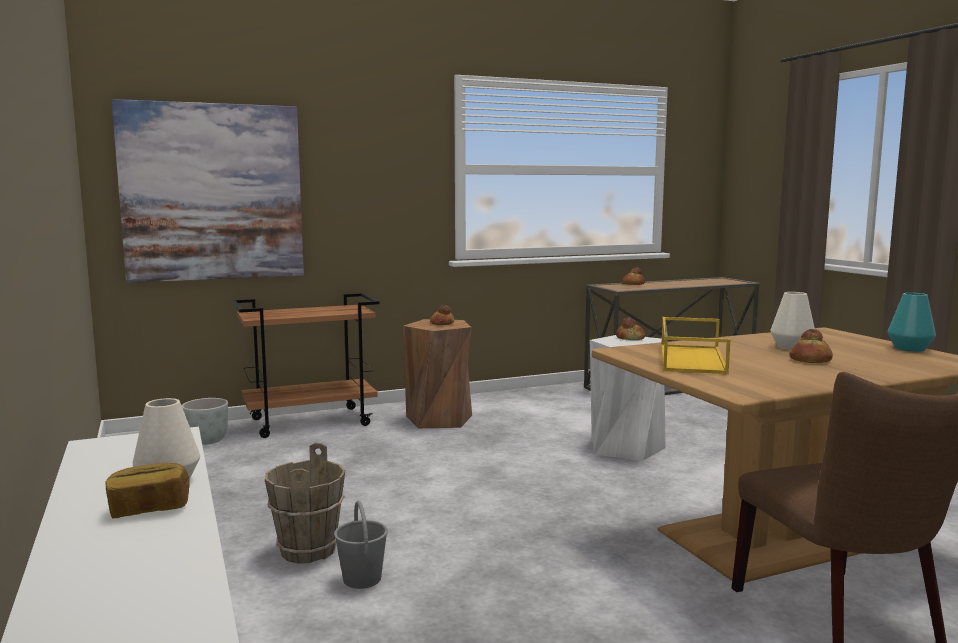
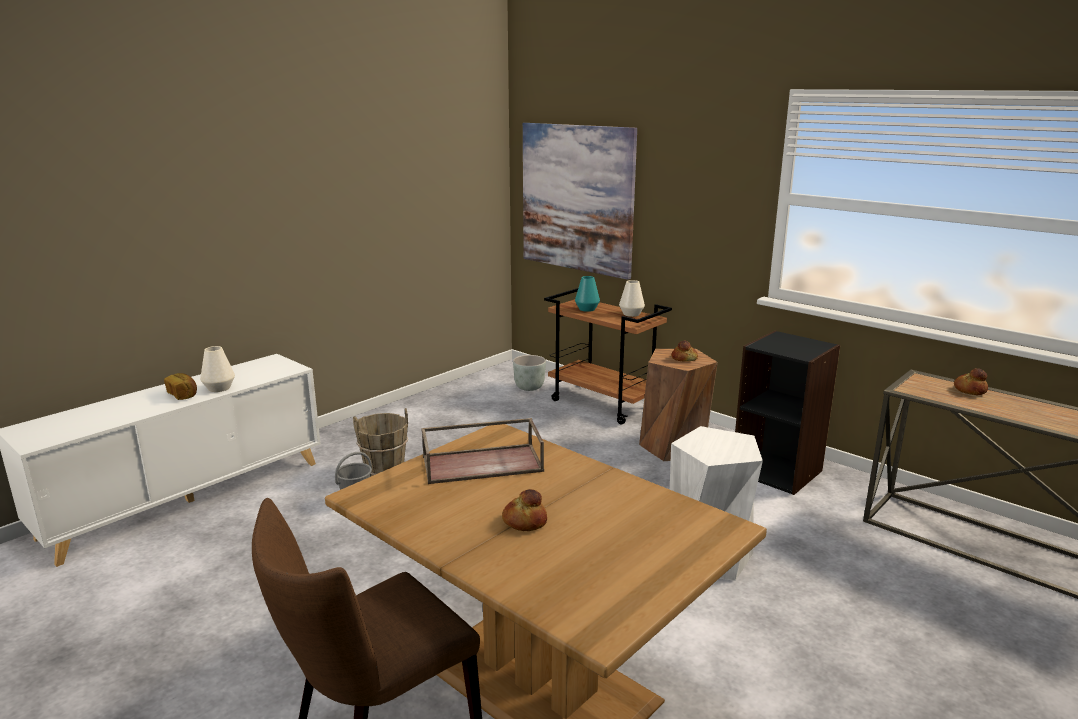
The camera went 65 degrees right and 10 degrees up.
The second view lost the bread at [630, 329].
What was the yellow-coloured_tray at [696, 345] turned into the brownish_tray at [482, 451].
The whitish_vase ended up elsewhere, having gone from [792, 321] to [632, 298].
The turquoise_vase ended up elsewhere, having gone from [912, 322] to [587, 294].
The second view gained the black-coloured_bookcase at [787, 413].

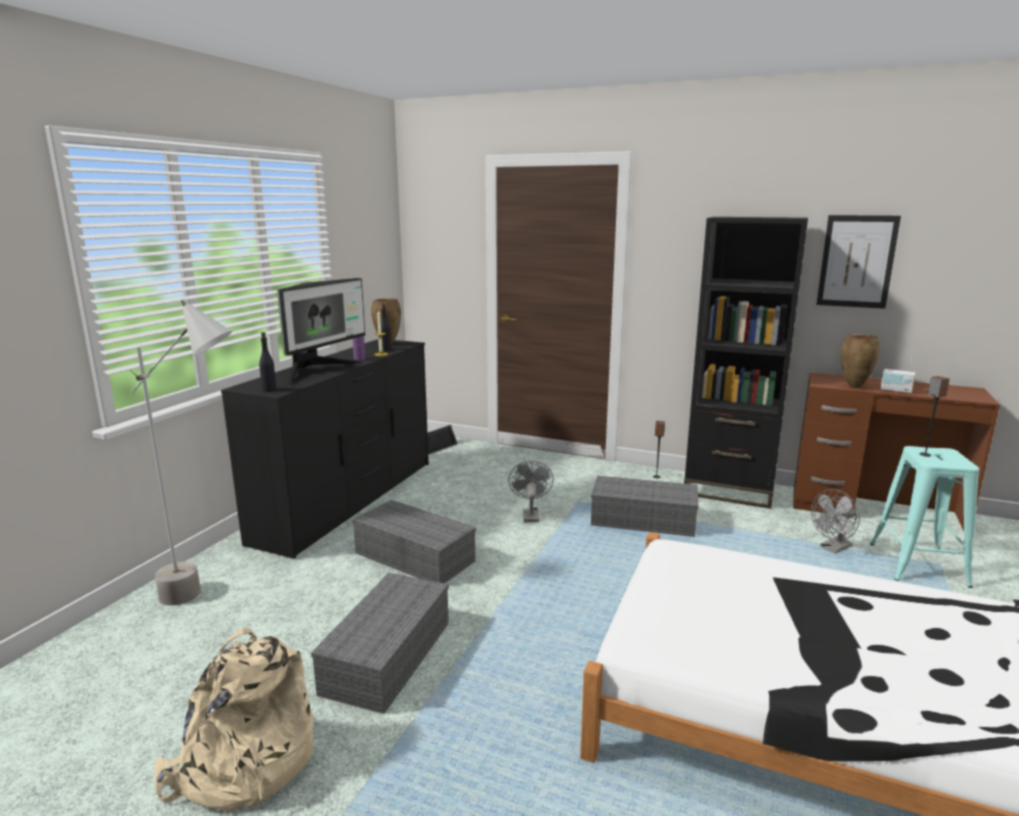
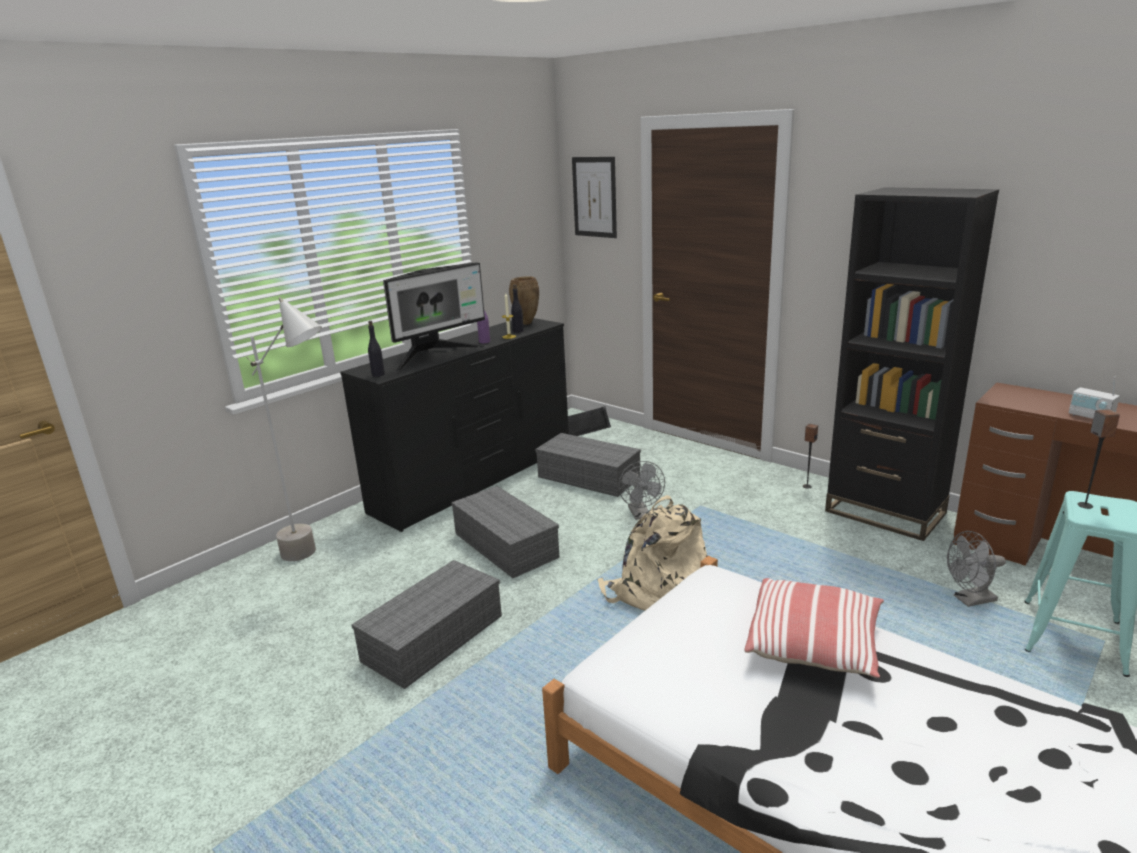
The camera went 20 degrees right and 5 degrees up.
The beige-coloured_backpack ended up elsewhere, having gone from [234, 720] to [652, 553].
The grey_cooling_fan at [531, 491] ended up facing another way, 150 degrees clockwise from before.
The grey_storage_container ended up elsewhere, having gone from [644, 506] to [588, 465].
The wall_picture ended up elsewhere, having gone from [858, 262] to [594, 197].
The second view lost the brownish_vase at [860, 361].
The second view gained the pillow at [814, 628].

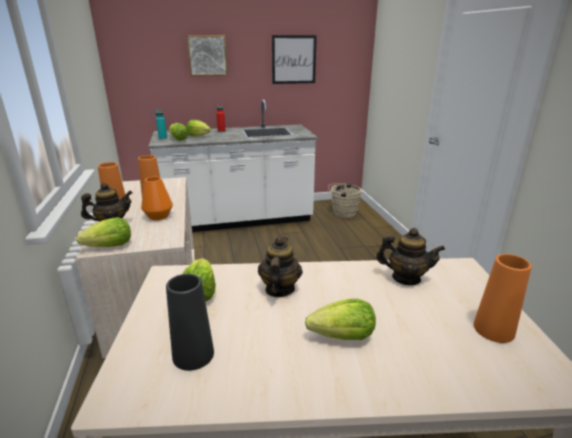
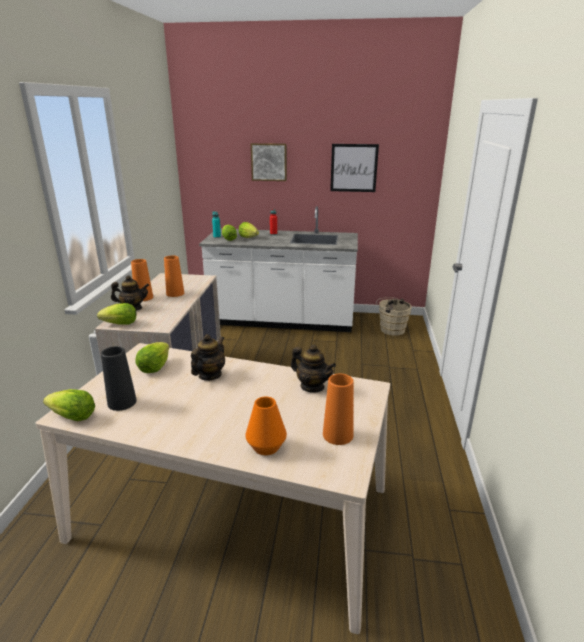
The camera went 20 degrees right and 0 degrees up.
The orange_vase ended up elsewhere, having gone from [157, 198] to [266, 425].
The head_of_lettuce ended up elsewhere, having gone from [340, 319] to [69, 405].

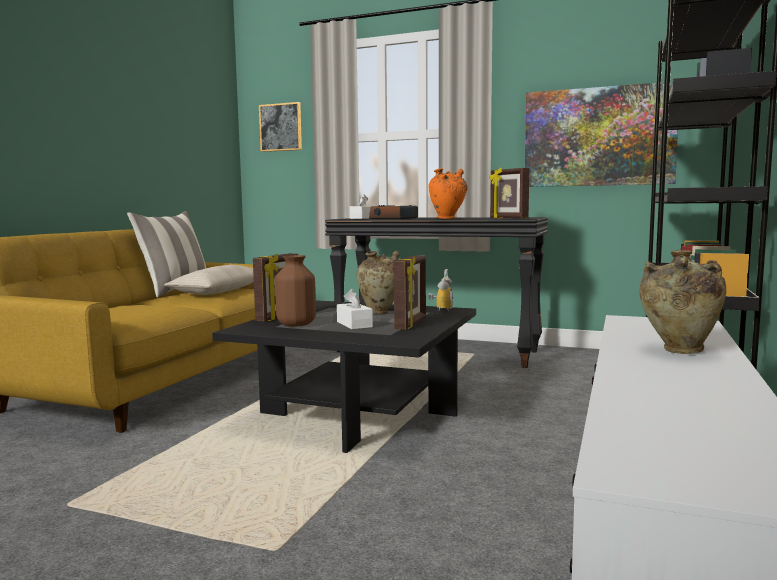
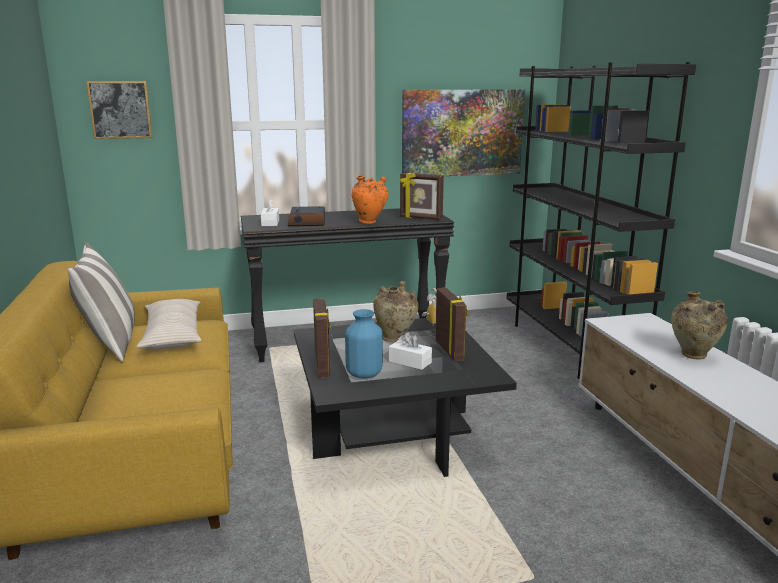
The camera went 35 degrees left and 10 degrees up.
What was the brownish_vase at [295, 290] turned into the blue_vase at [364, 343].

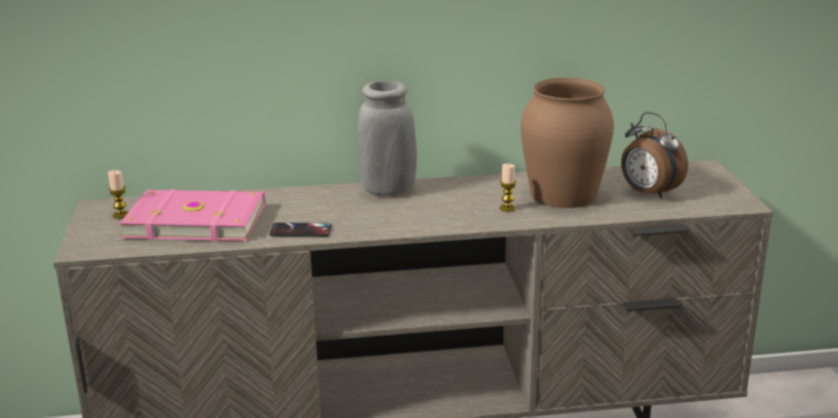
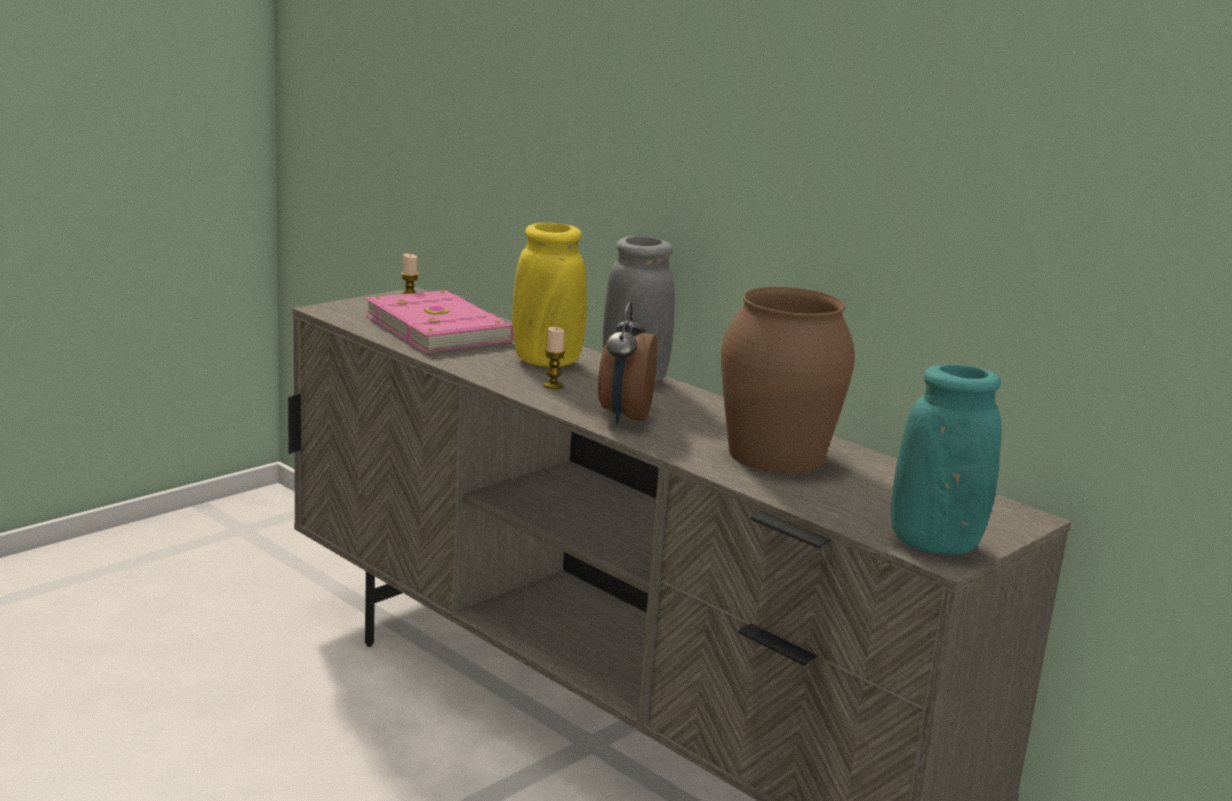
The camera went 50 degrees right and 5 degrees down.
The second view lost the handset at [300, 230].
The wax_candle ended up elsewhere, having gone from [508, 188] to [554, 358].
The bedside_clock ended up elsewhere, having gone from [654, 155] to [627, 363].
The second view gained the yellow-coloured_vase at [549, 295].
The second view gained the turquoise_vase at [946, 459].

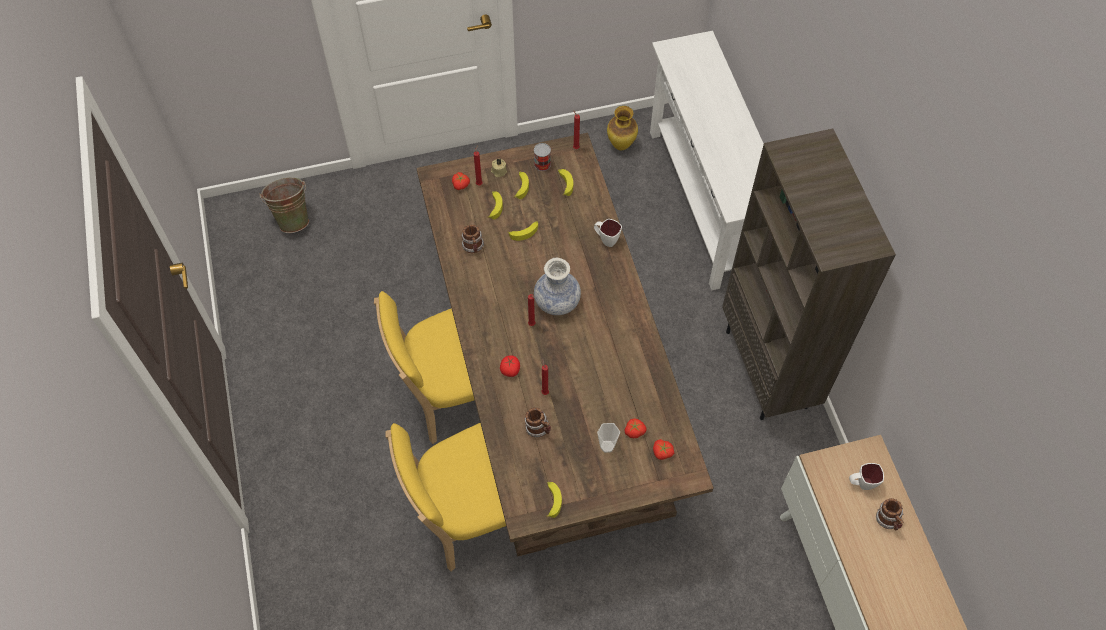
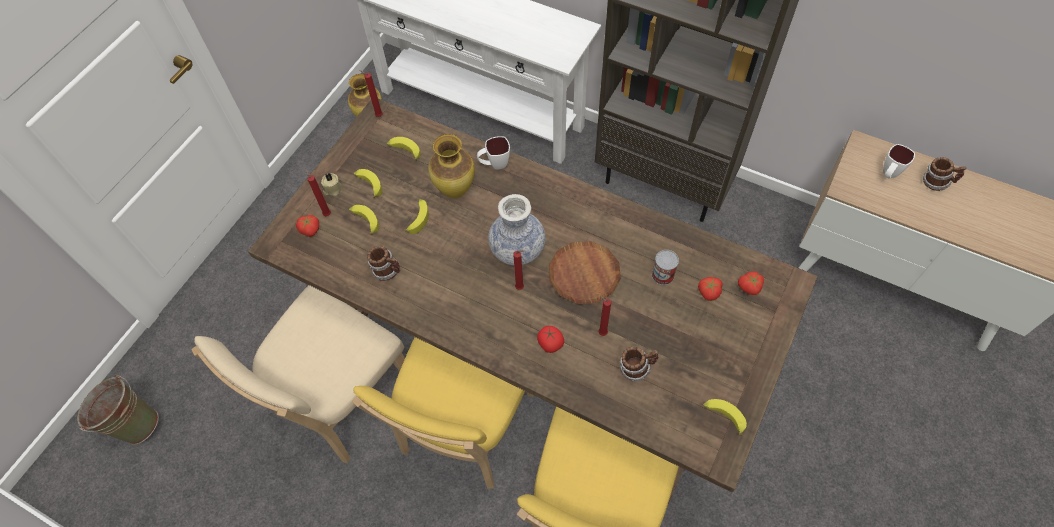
The camera went 45 degrees left and 0 degrees up.
The metal_can ended up elsewhere, having gone from [542, 157] to [665, 267].
The second view lost the small_cup at [608, 438].
The second view gained the beige-coloured_upright_chair at [298, 374].
The second view gained the vase at [451, 166].
The second view gained the brownish_flat_dish at [585, 272].

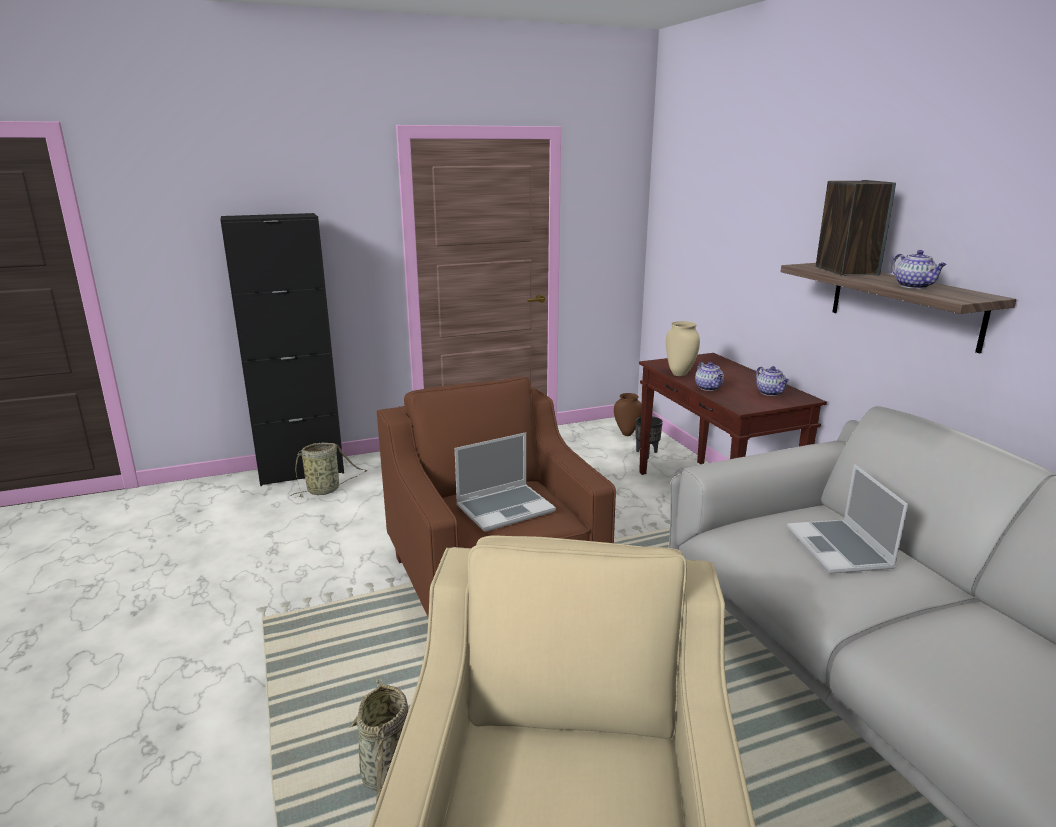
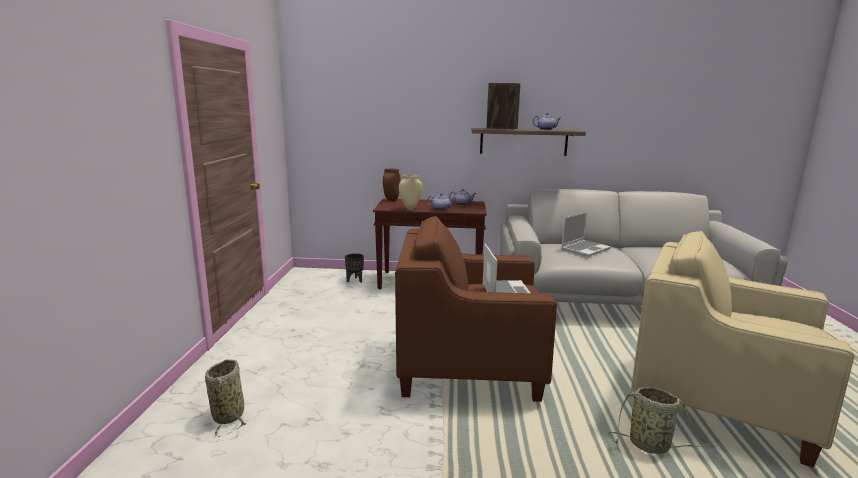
The camera went 65 degrees left and 5 degrees down.
The second view lost the black-coloured_cupboard at [282, 349].
The brownish_vase ended up elsewhere, having gone from [628, 414] to [392, 185].
The laptop at [847, 519] ended up facing another way, 60 degrees counterclockwise from before.

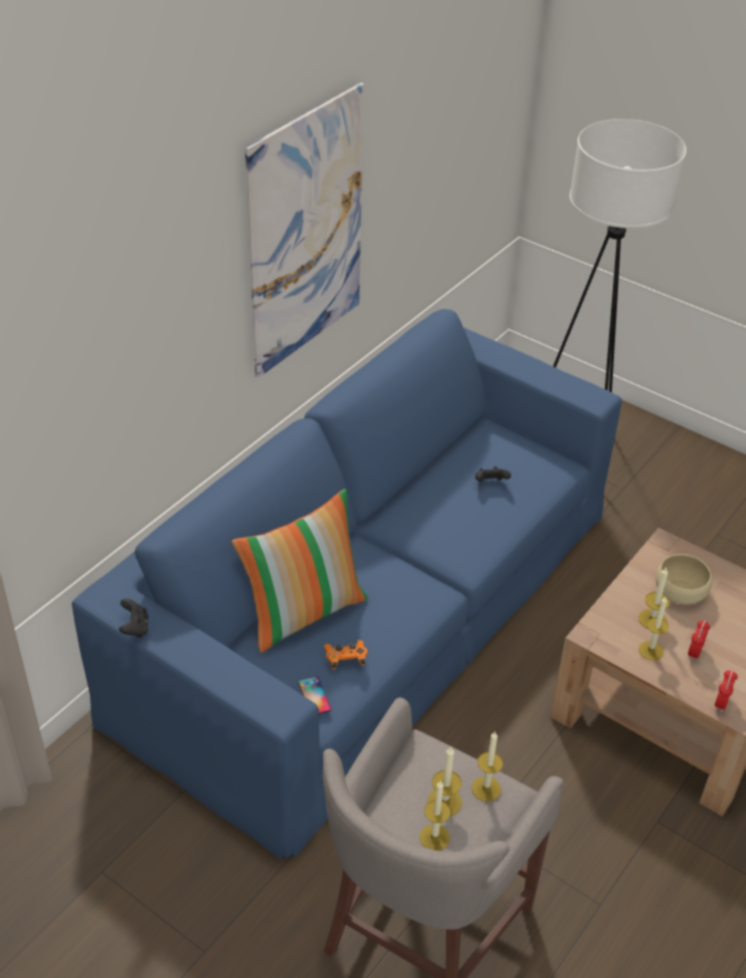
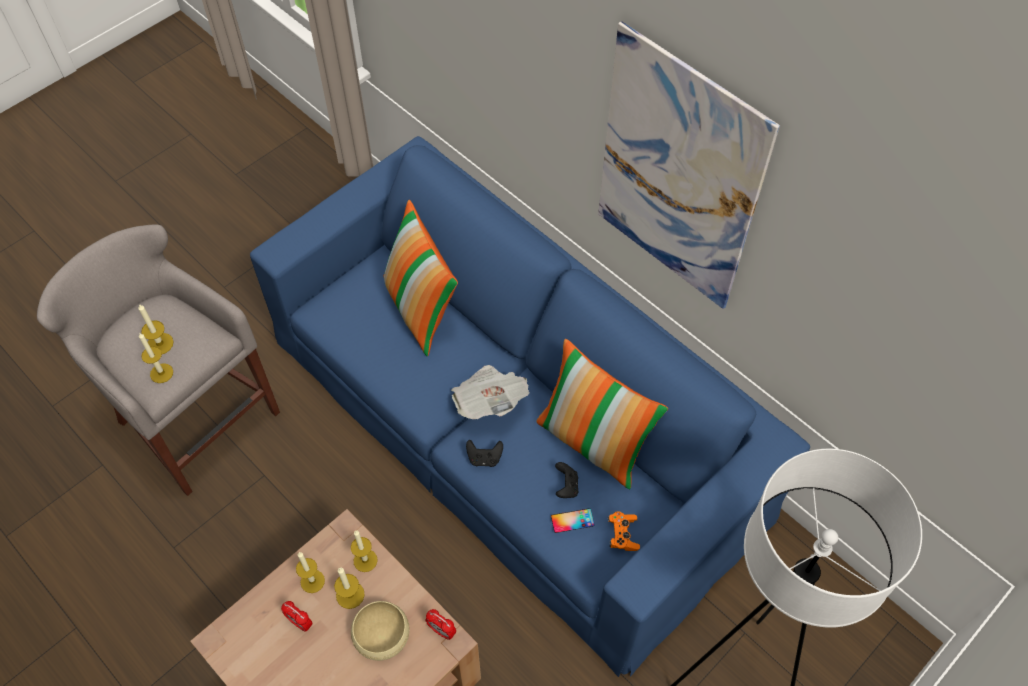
The camera went 100 degrees right and 15 degrees up.
The black-coloured_game_controller ended up elsewhere, having gone from [133, 618] to [484, 453].
The handset ended up elsewhere, having gone from [314, 695] to [573, 520].
The orange_game_controller ended up elsewhere, having gone from [345, 654] to [624, 531].
The wax_candle ended up elsewhere, having gone from [435, 816] to [364, 551].
The bedside_clock ended up elsewhere, having gone from [726, 690] to [440, 624].
The second view gained the newspaper at [490, 392].
The second view gained the pillow at [602, 414].

